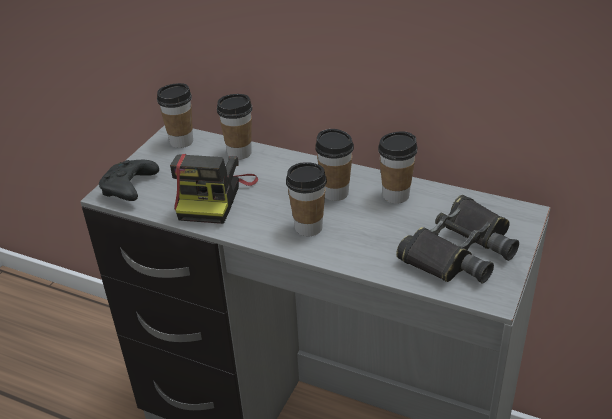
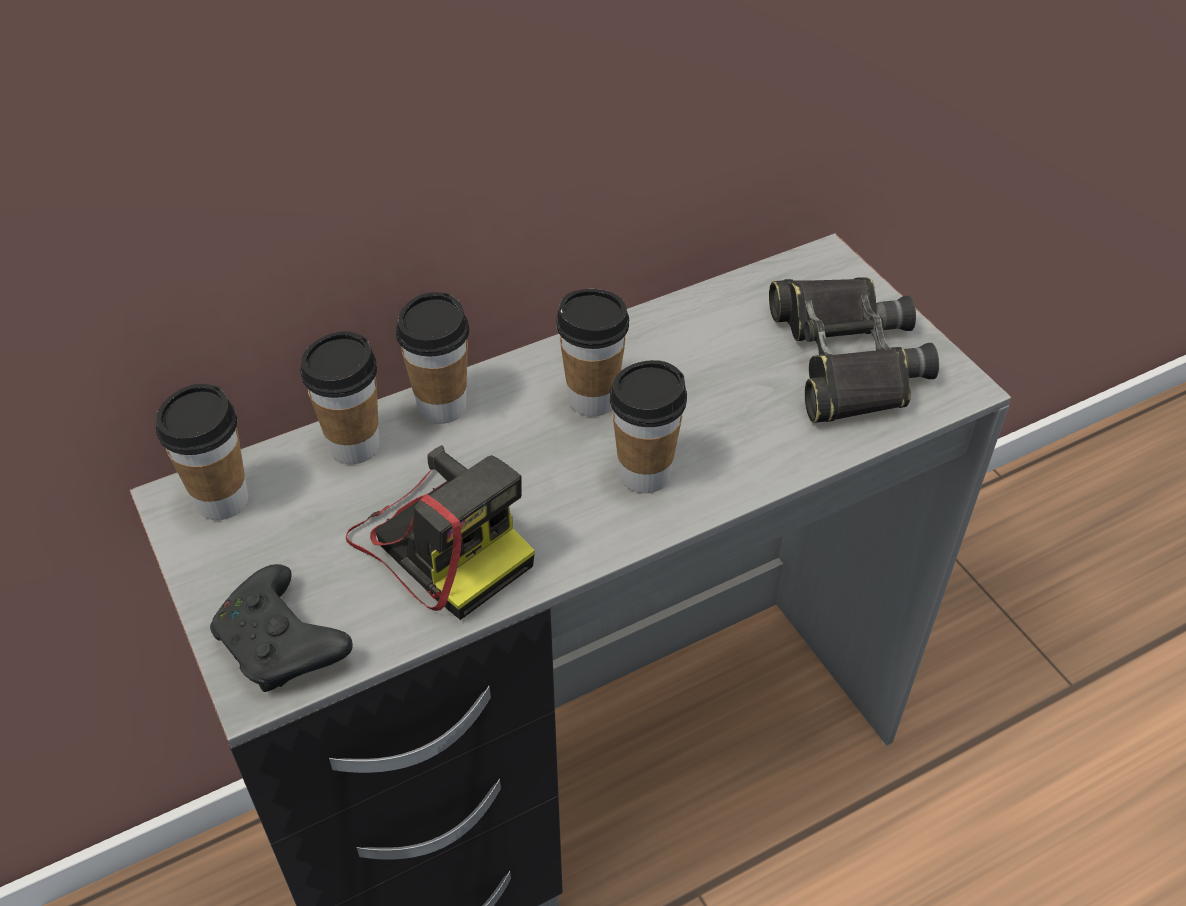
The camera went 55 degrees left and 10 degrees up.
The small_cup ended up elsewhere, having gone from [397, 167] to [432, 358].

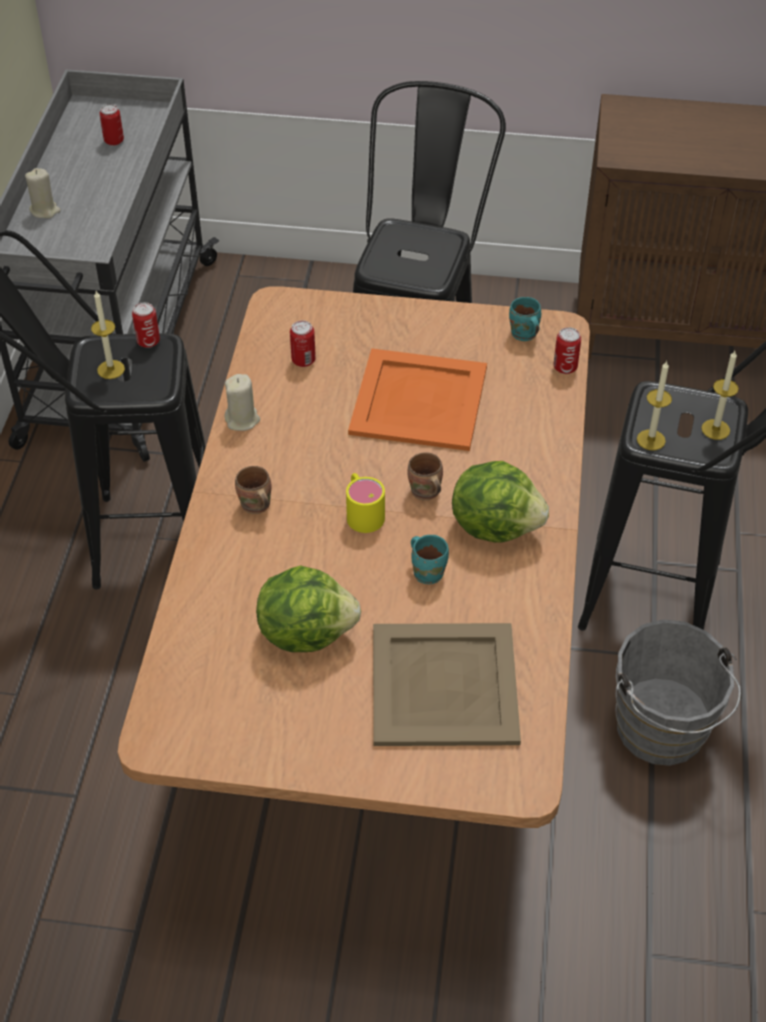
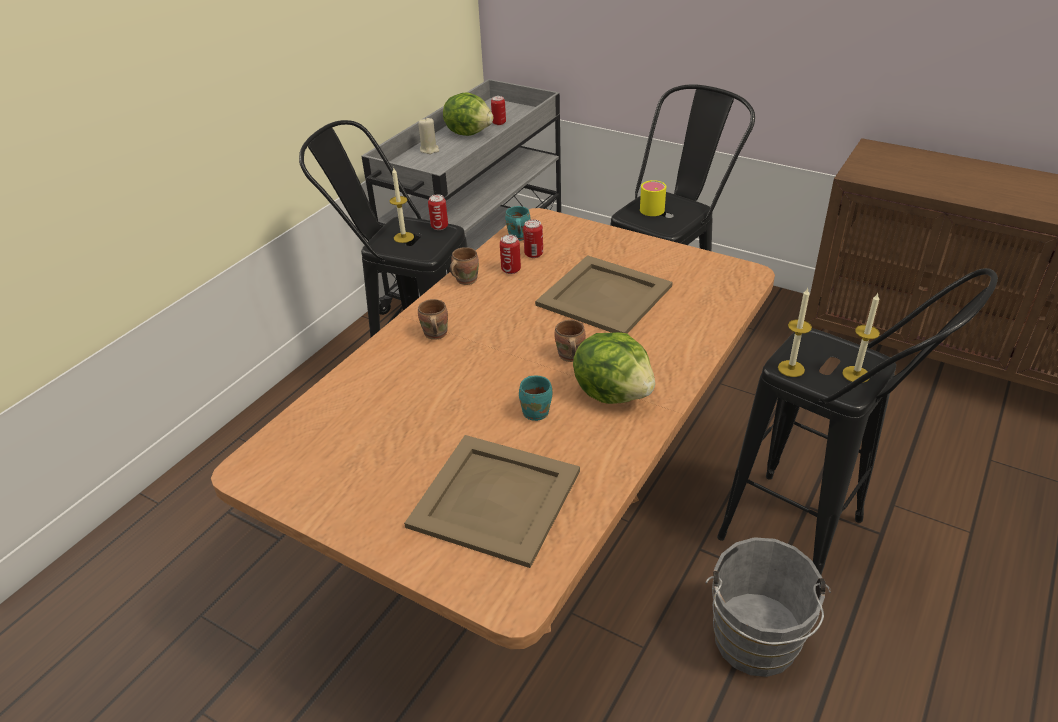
The camera went 25 degrees right and 10 degrees down.
Where the beige-coloured_wax_candle stood at [242, 402], the brownish_tea_mug came to stand at [464, 266].
The head_of_lettuce ended up elsewhere, having gone from [308, 608] to [468, 114].
The yellow-coloured_tea_mug ended up elsewhere, having gone from [365, 503] to [653, 198].
What was the orange_tray at [417, 399] turned into the beige-coloured_tray at [604, 294].
The turquoise_tea_mug ended up elsewhere, having gone from [525, 319] to [518, 223].
The metal_can ended up elsewhere, having gone from [567, 350] to [510, 254].

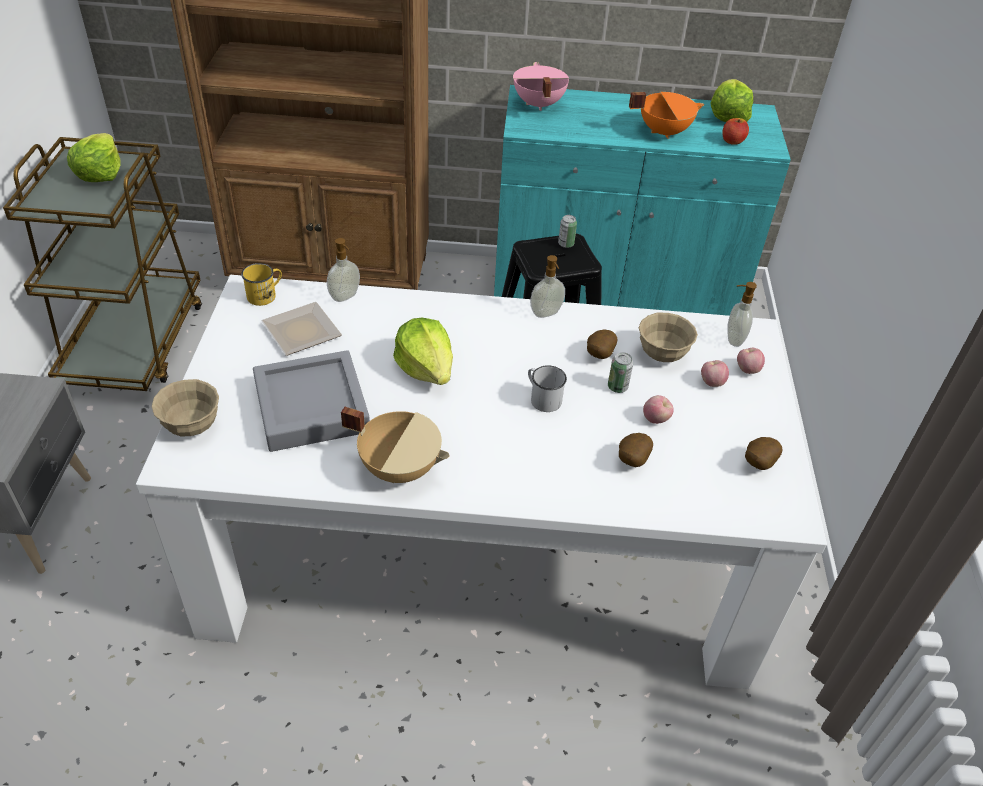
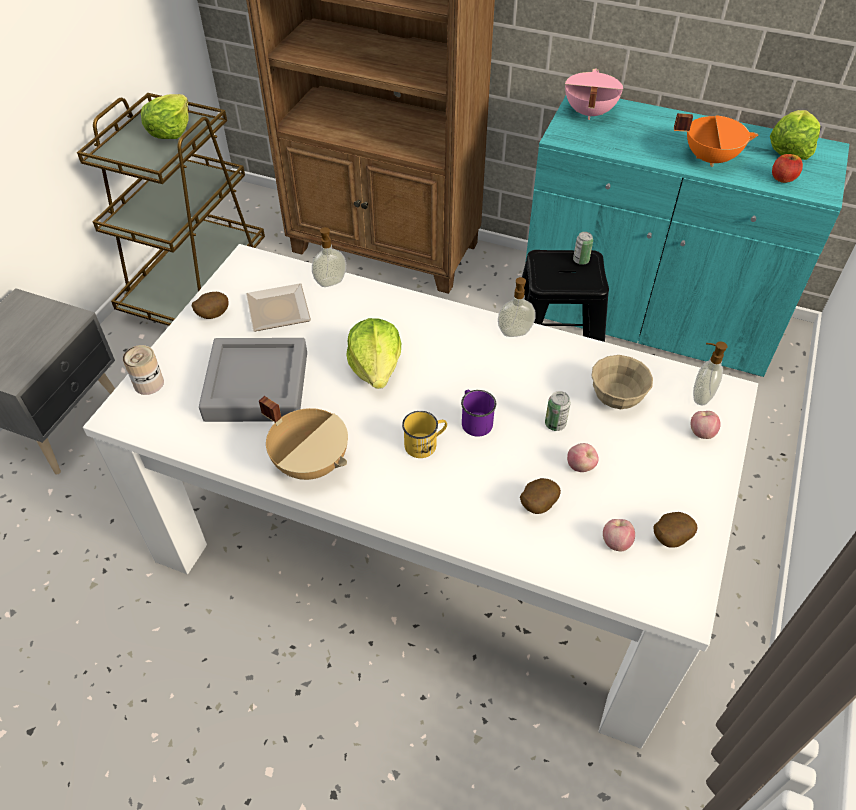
The camera went 20 degrees right and 5 degrees up.
Where the beige-coloured_bowl stood at [185, 408], the metal_can came to stand at [143, 370].
The yellow-coloured_tea_mug ended up elsewhere, having gone from [261, 284] to [424, 434].
What was the whitish_tea_mug at [547, 388] turned into the purple-coloured_tea_mug at [478, 413].
The potato ended up elsewhere, having gone from [602, 344] to [210, 305].
The apple ended up elsewhere, having gone from [715, 373] to [619, 535].

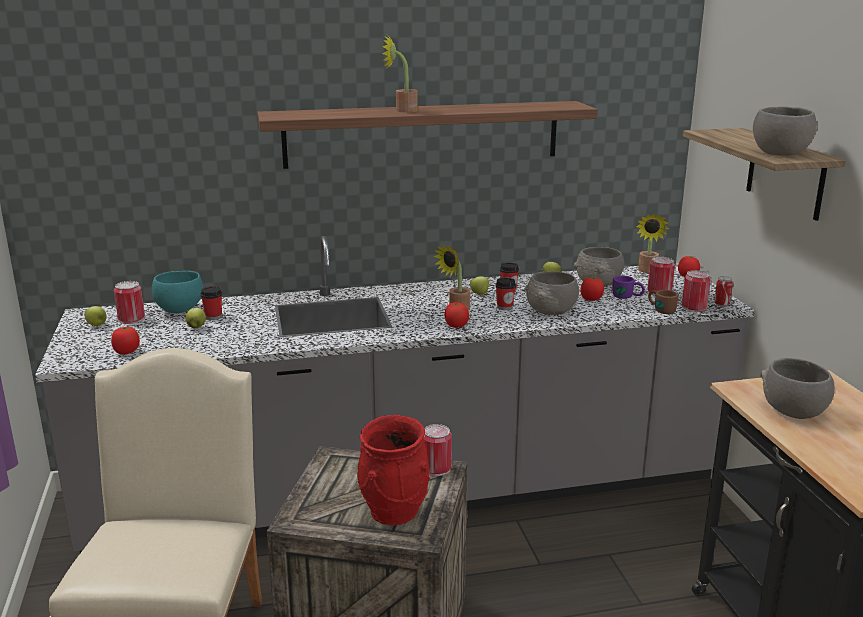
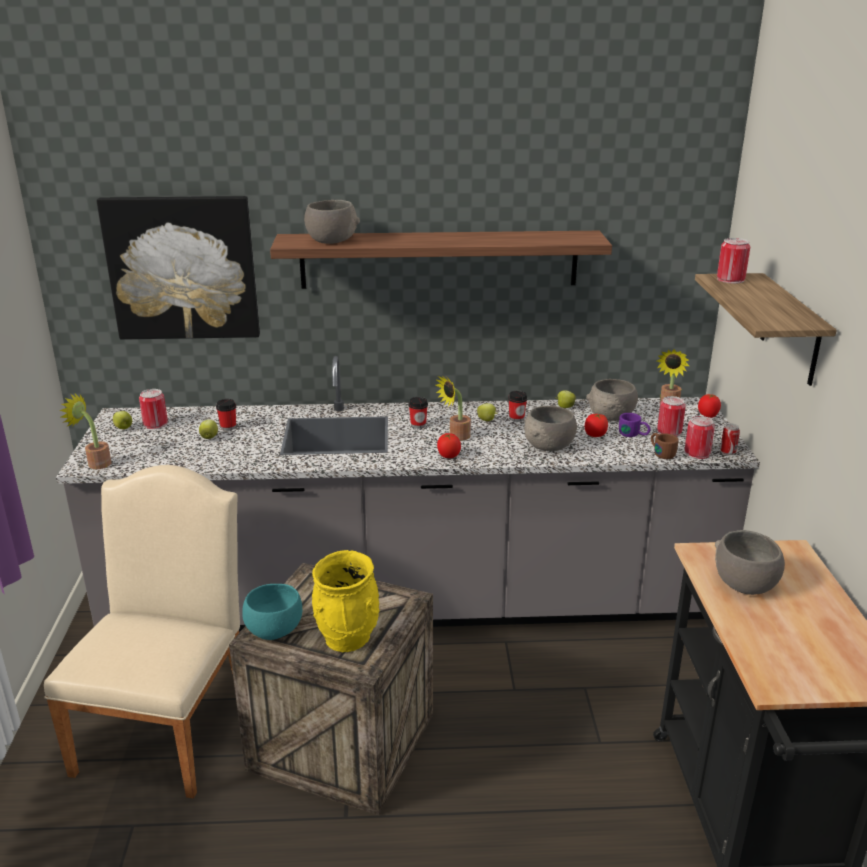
The camera went 10 degrees right and 5 degrees up.
The second view lost the fresh_tomato at [125, 340].
The turquoise_bowl ended up elsewhere, having gone from [177, 292] to [272, 612].
What was the reddish_vase at [393, 470] turned into the yellow-coloured_vase at [346, 601].
The houseplant ended up elsewhere, having gone from [400, 74] to [85, 431].
The metal_can ended up elsewhere, having gone from [438, 450] to [734, 261].
The small_cup ended up elsewhere, having gone from [505, 293] to [418, 412].
The grey_bowl ended up elsewhere, having gone from [785, 131] to [332, 222].
The second view gained the wall_picture at [178, 268].

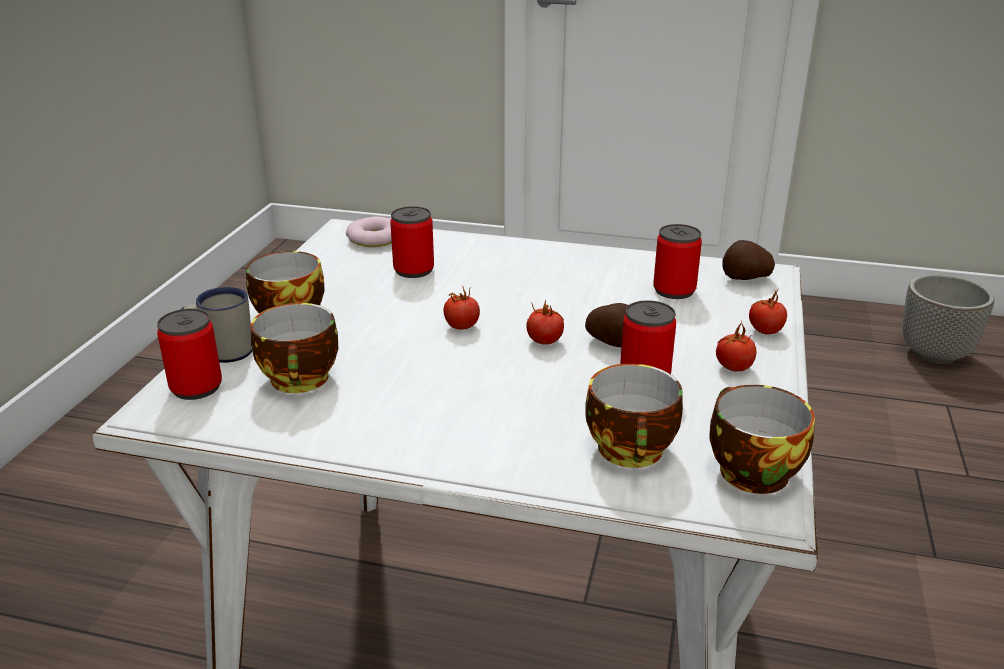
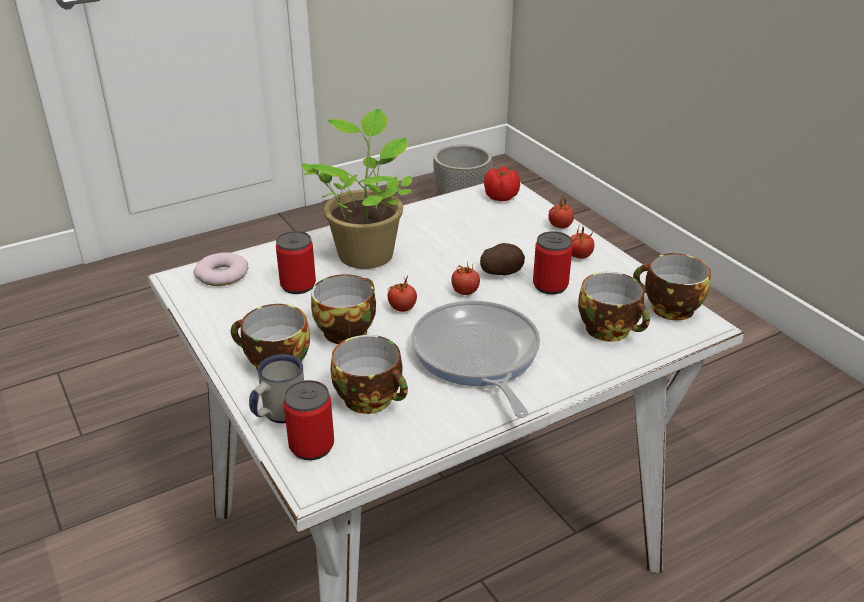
The camera went 45 degrees left and 5 degrees up.
The second view lost the metal_can at [677, 261].
Where the potato stood at [748, 260], the fresh_tomato came to stand at [502, 183].
The second view gained the houseplant at [357, 188].
The second view gained the small_cup at [343, 309].
The second view gained the pan at [476, 359].

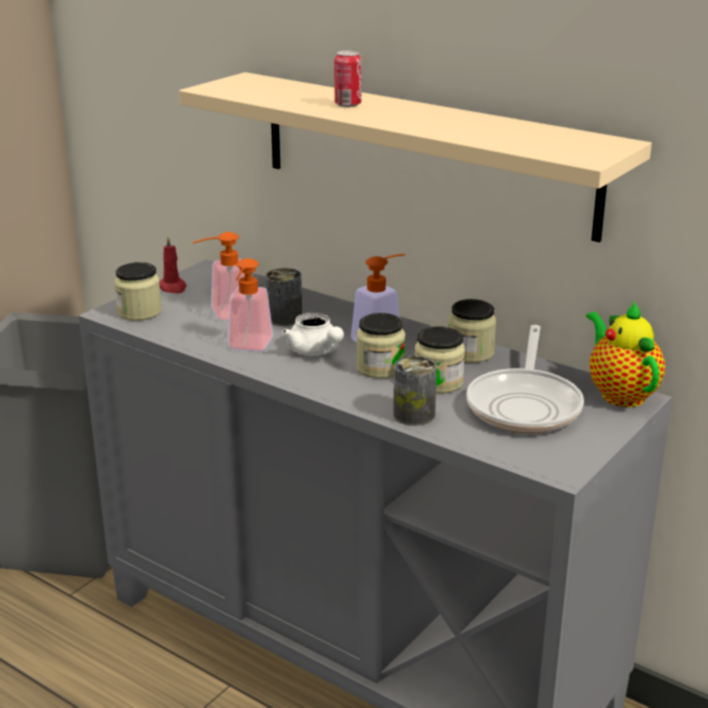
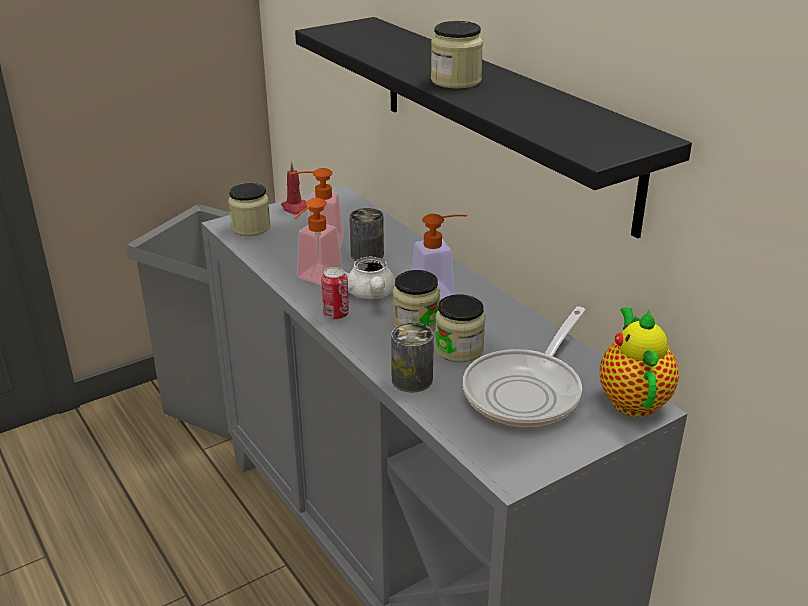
The camera went 20 degrees right and 5 degrees up.
What was the beige-coloured_bracket_shelf at [415, 157] turned into the black-coloured_bracket_shelf at [493, 127].
The metal_can ended up elsewhere, having gone from [348, 79] to [335, 293].
The storage_jar ended up elsewhere, having gone from [472, 331] to [457, 55].

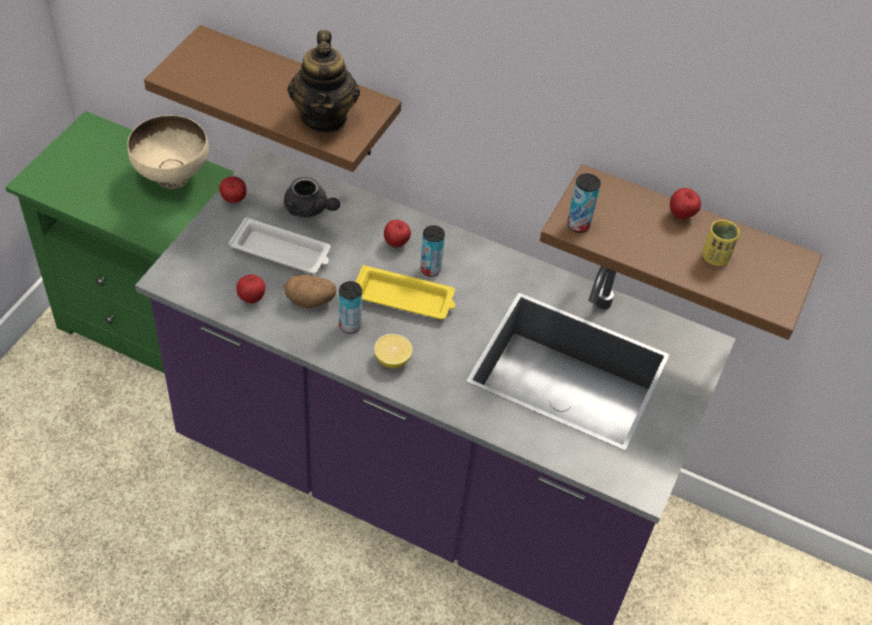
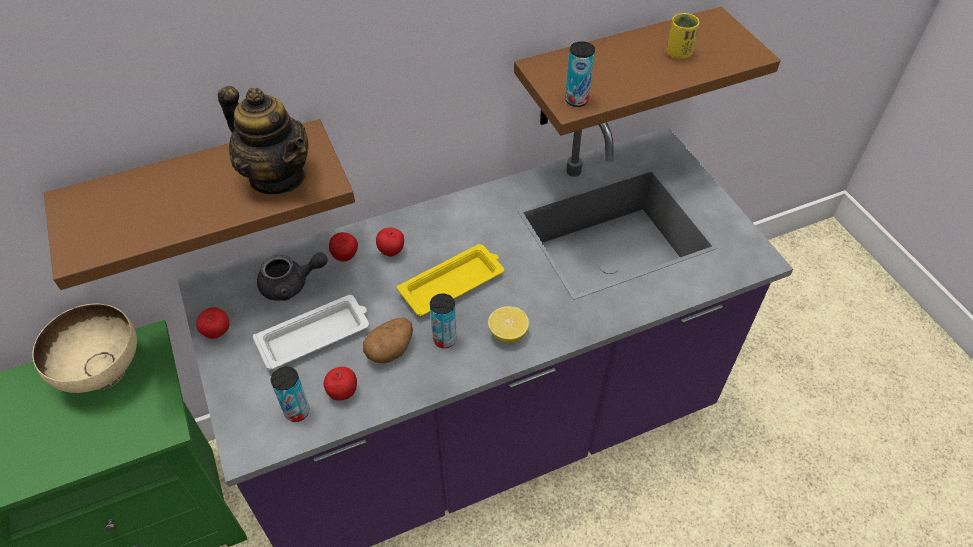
The camera went 45 degrees left and 0 degrees up.
The metal_can ended up elsewhere, having gone from [432, 251] to [290, 394].
The apple ended up elsewhere, having gone from [685, 203] to [343, 247].

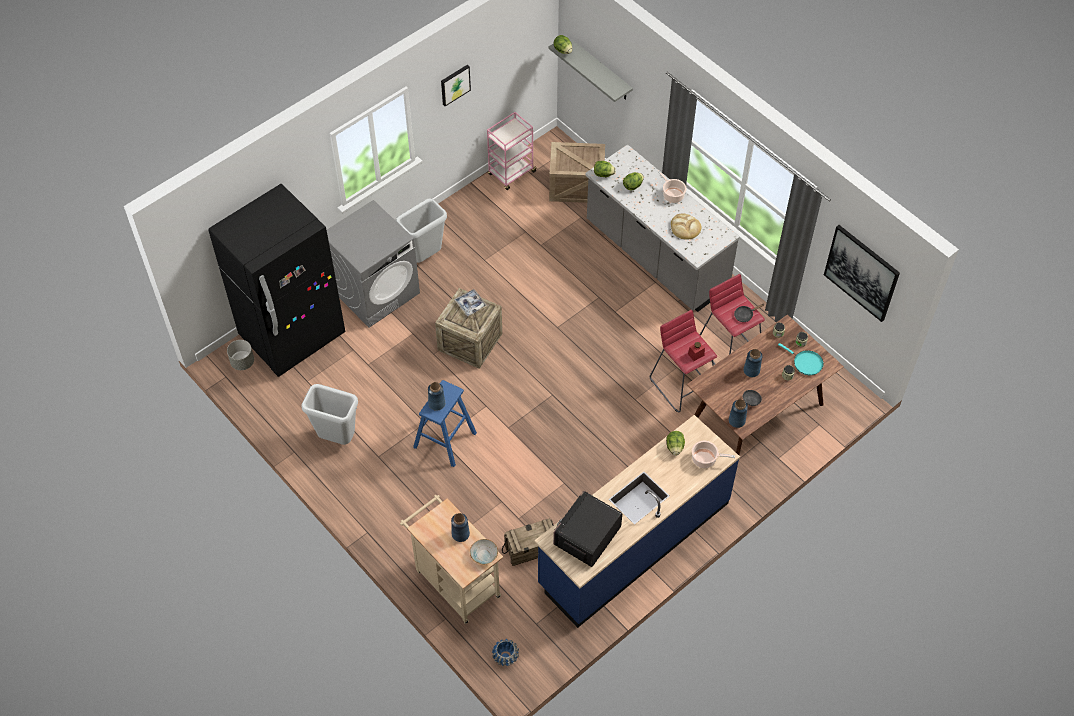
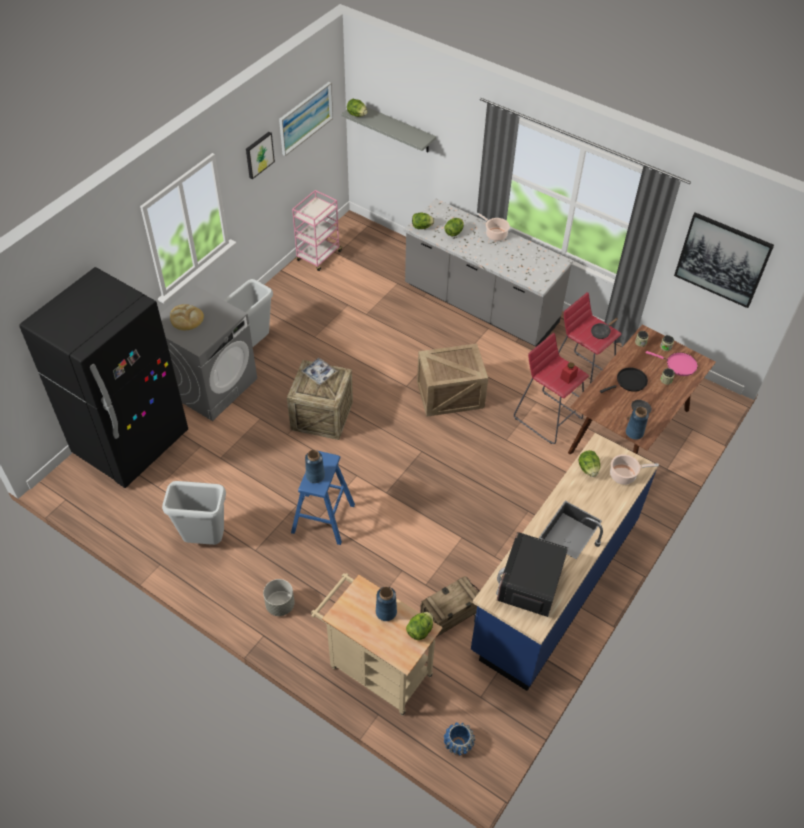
The camera went 15 degrees left and 5 degrees down.
The grey_plant_pot ended up elsewhere, having gone from [240, 355] to [279, 597].
Where the bowl stood at [484, 551], the head_of_lettuce came to stand at [419, 626].
The crate ended up elsewhere, having gone from [577, 172] to [452, 380].
The bread ended up elsewhere, having gone from [686, 227] to [187, 317].
Where the blue_vase stood at [752, 363], the black-coloured_pan came to stand at [624, 380].
What was the turquoise_pan at [801, 359] turned into the pinkish_pan at [672, 363].
The second view gained the wall_picture at [306, 119].

